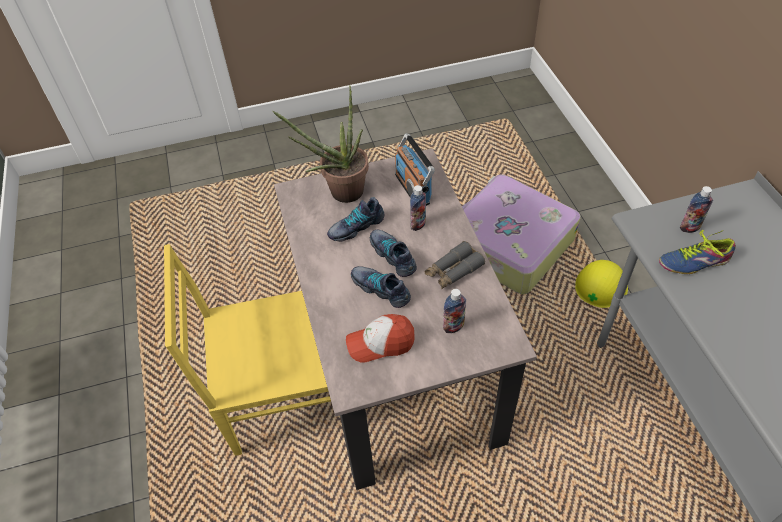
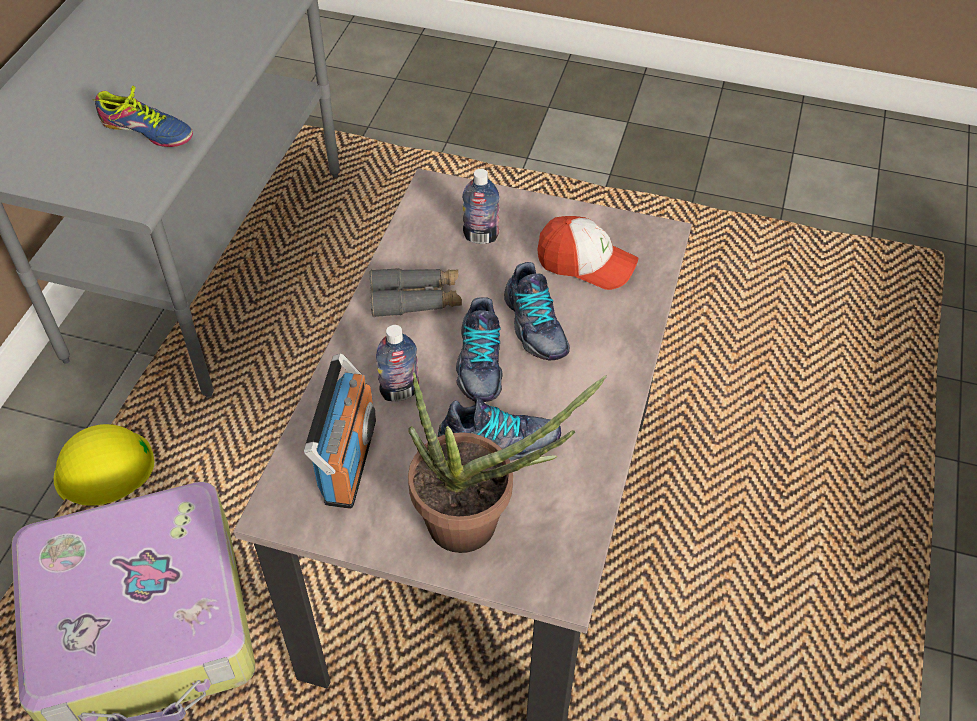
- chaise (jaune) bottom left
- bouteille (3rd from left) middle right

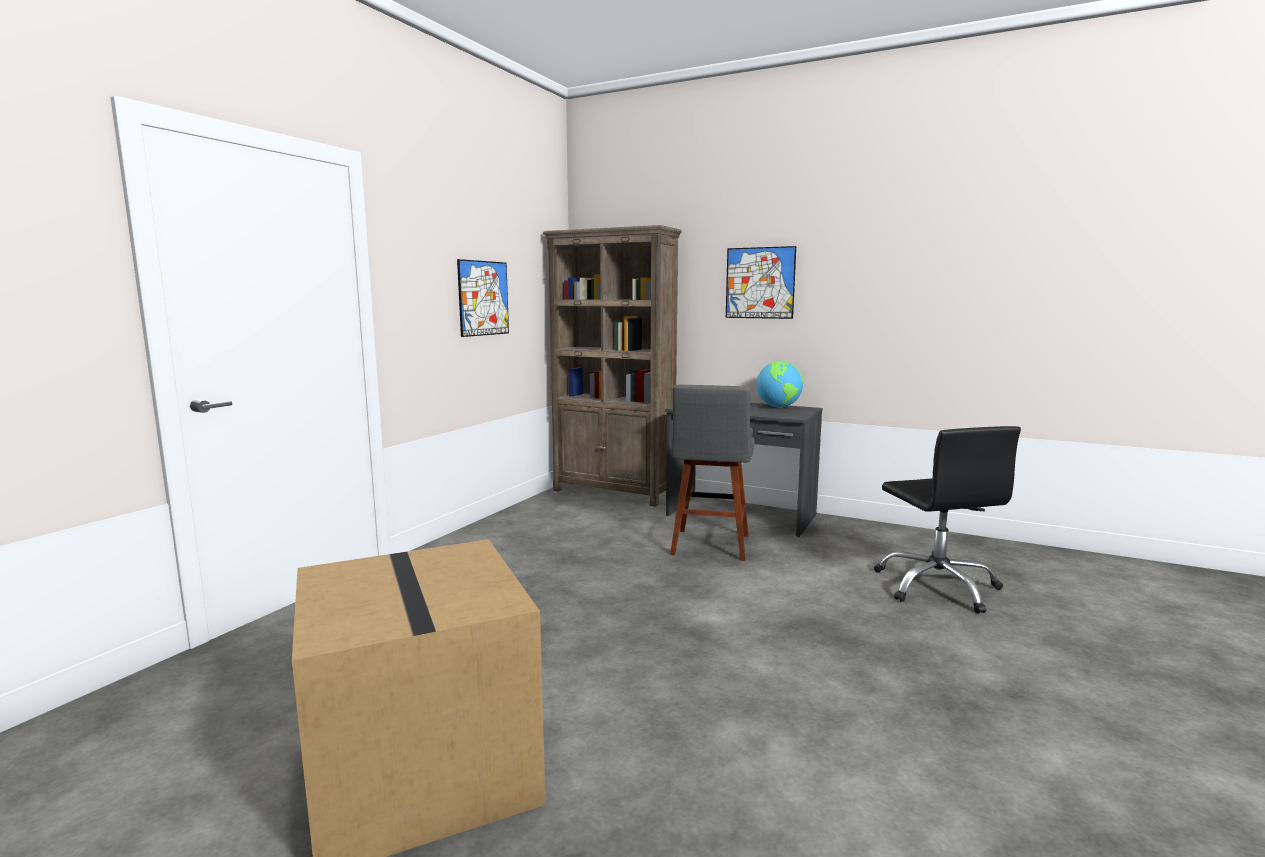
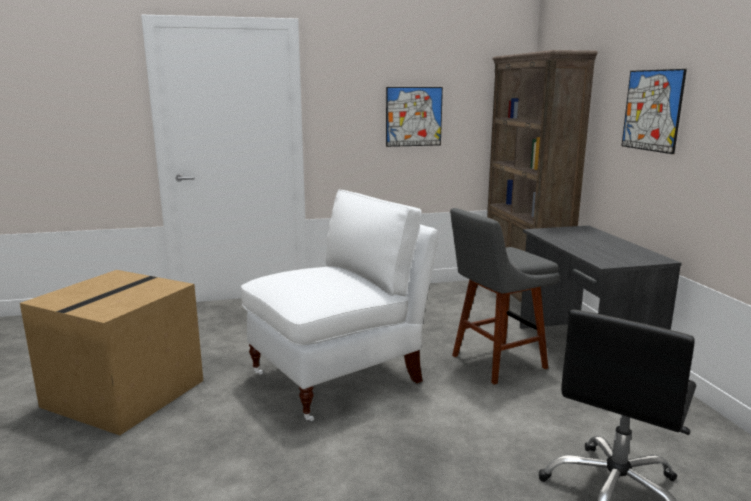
- globe centre
+ chaise (blanc) centre

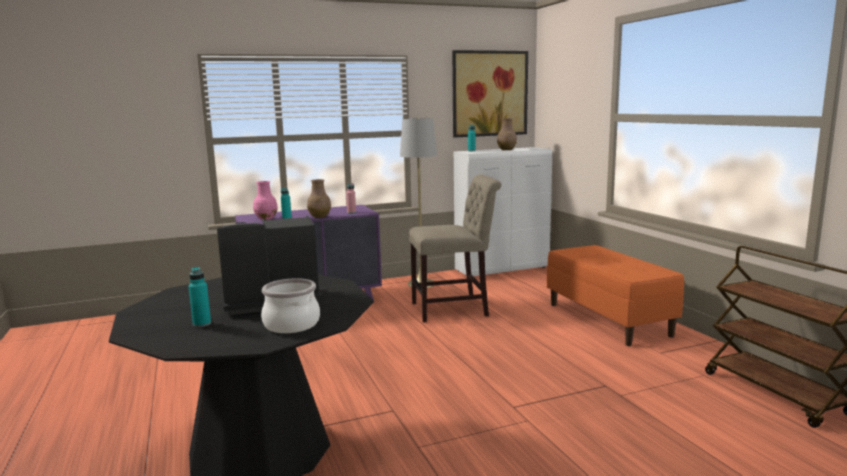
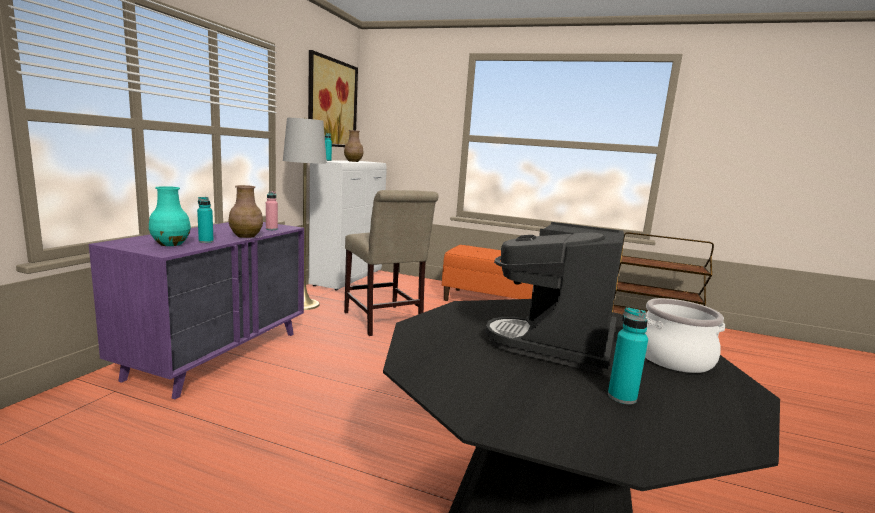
~ vase (rose) middle left to vase (turquoise) middle left
~ chaise (beige) centre = centre 120 degrees clockwise

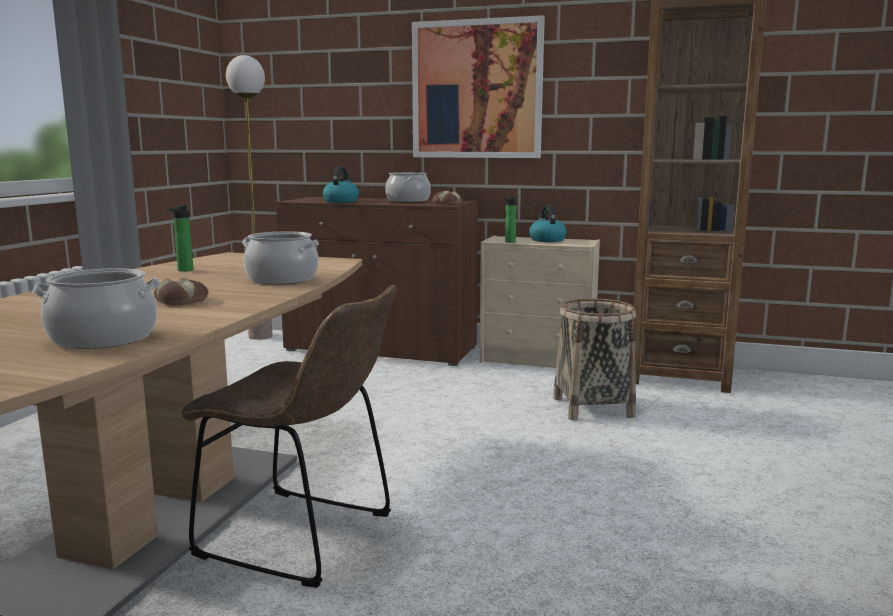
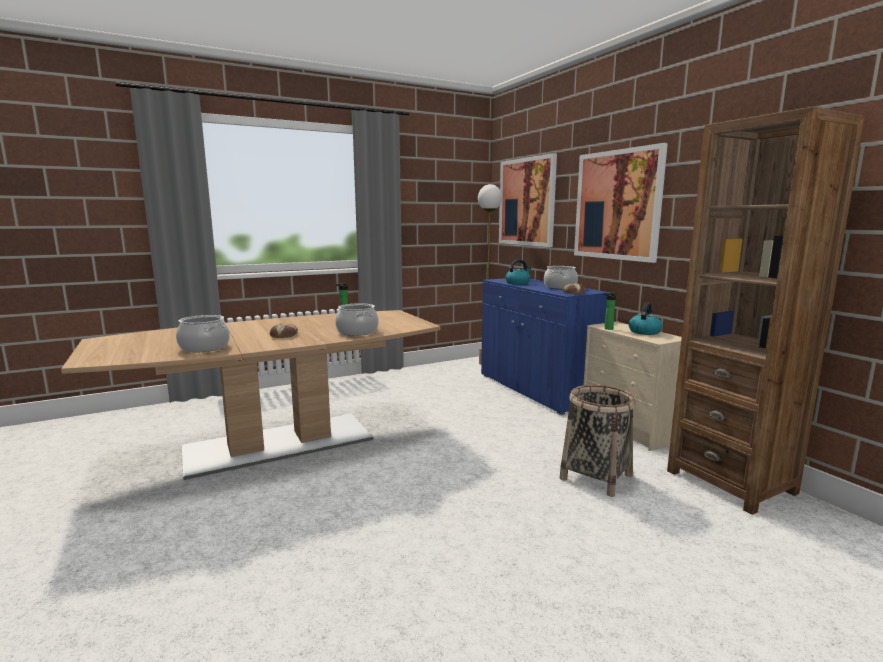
- chaise (marron) bottom left
~ meuble de rangement (marron) centre to meuble de rangement (bleu) centre
+ tableau (1st from left) top centre

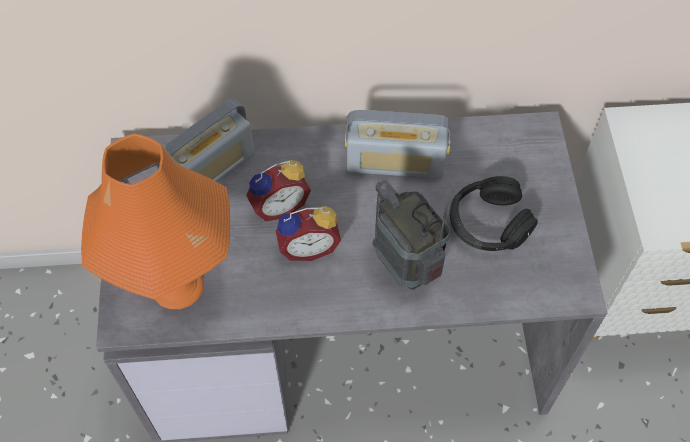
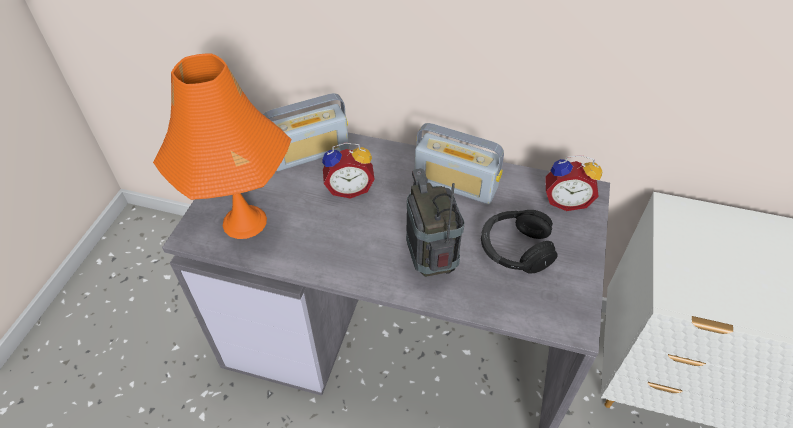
~ réveil (2nd from left) centre to middle right

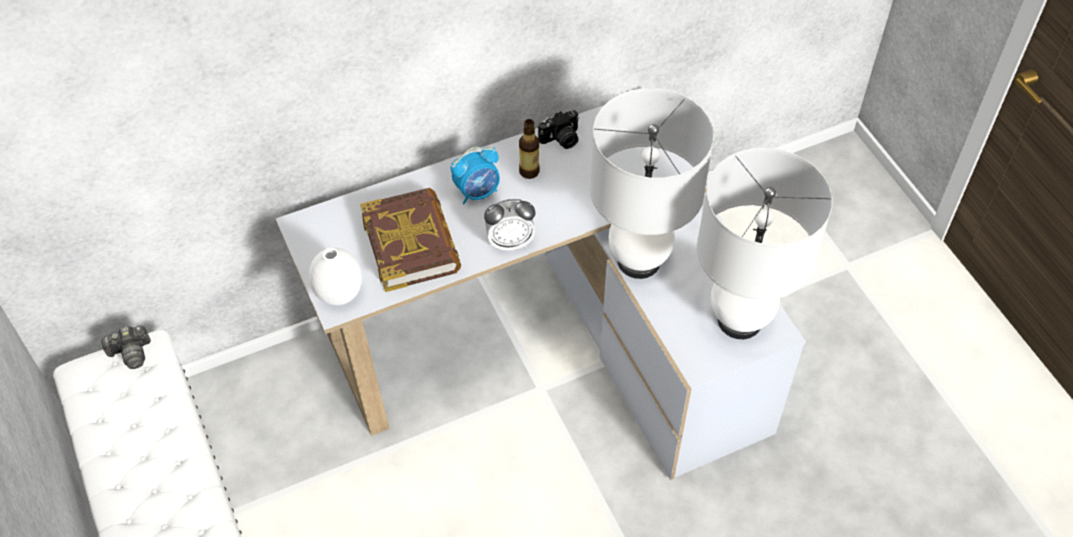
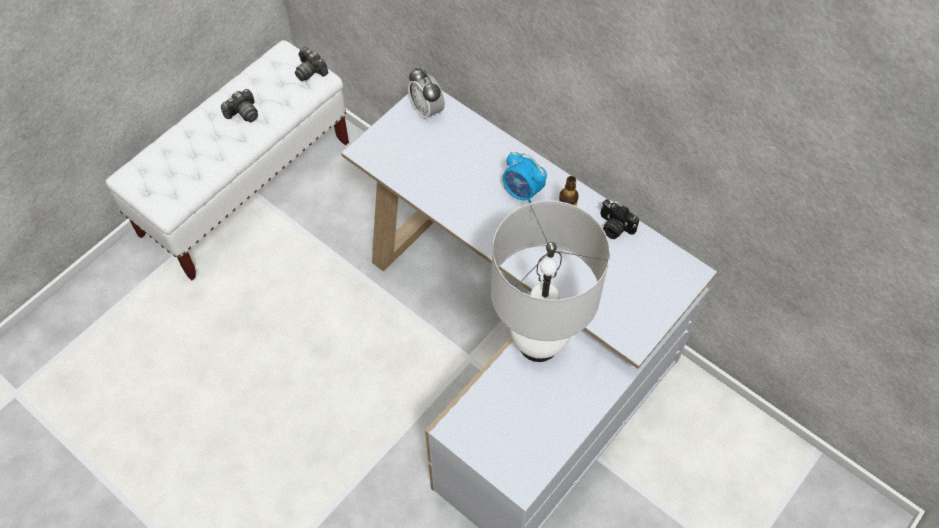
- vase (blanc) middle left
- livre centre
~ réveil (2nd from left in the first image) centre to réveil (1st from left) top centre
- lampe de table (blanc) (2nd from left) middle right
+ appareil photo (1st from left) top left

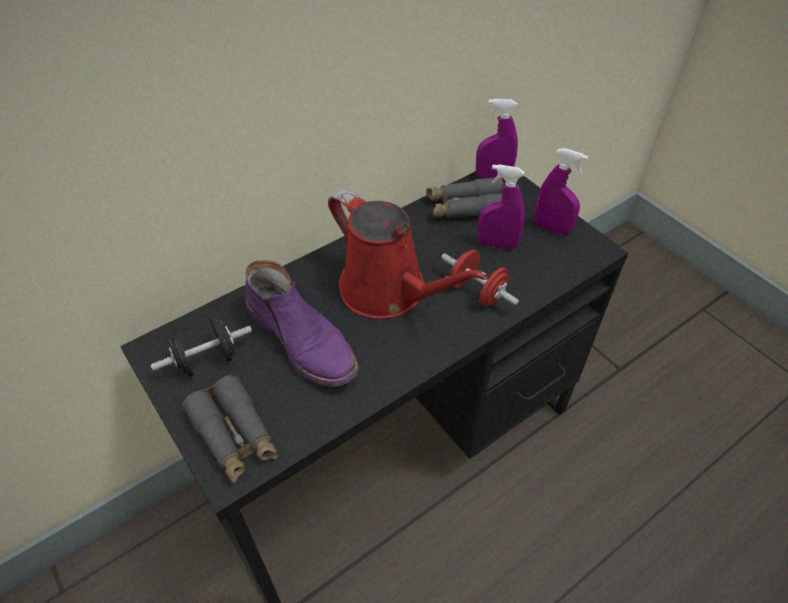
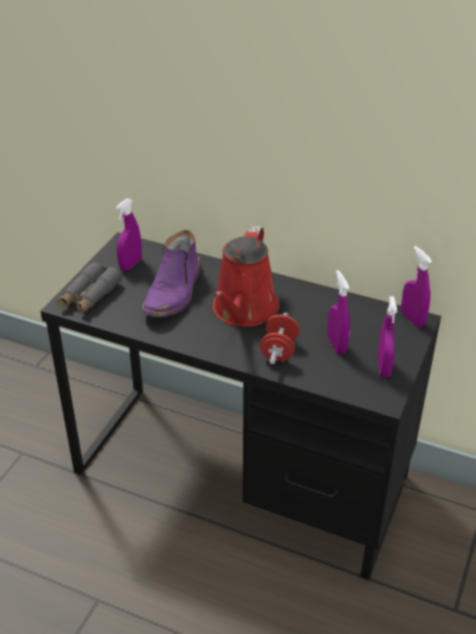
~ haltère (noir) middle left to vaporisateur (violet) (1st from left) middle left
- jumelles (gris) (2nd from left) top centre

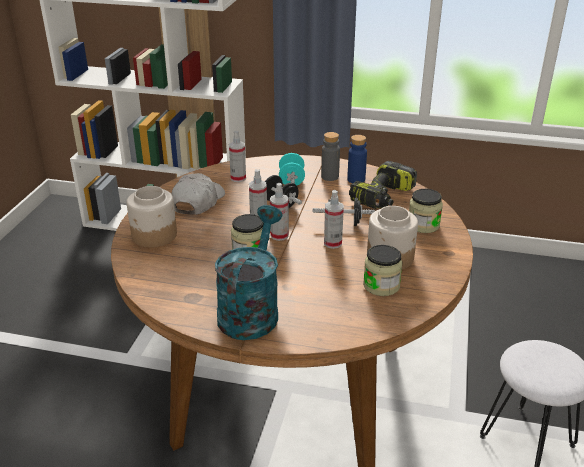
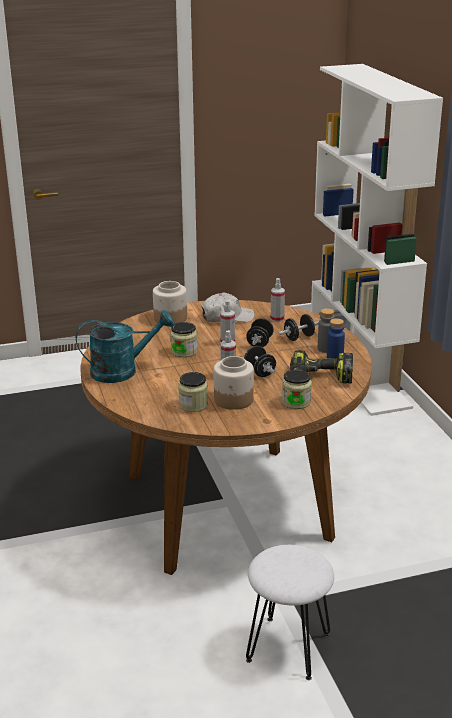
- vaporisateur (3rd from left) centre
~ haltère (turquoise) centre to haltère (noir) (3rd from left) centre

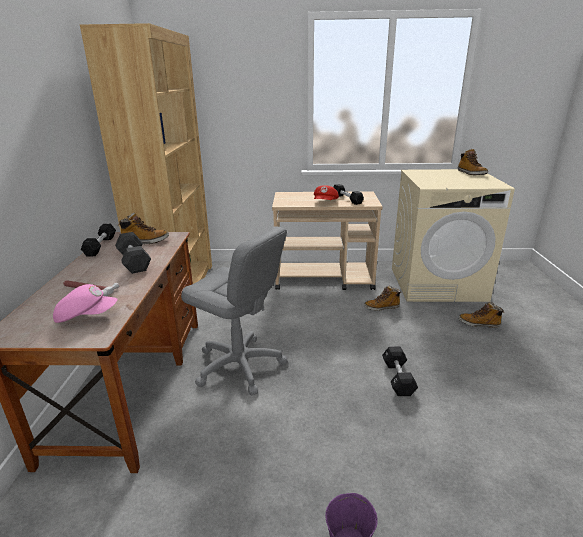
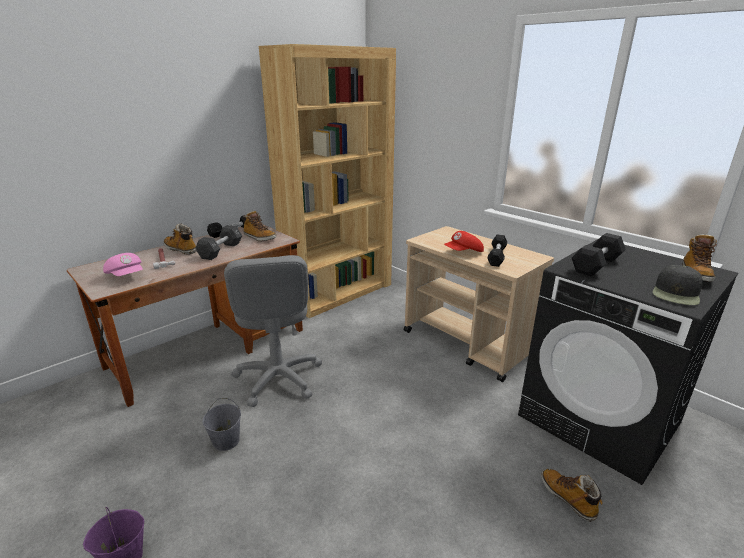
~ botte (2nd from left in the first image) centre to botte (1st from left) middle left
~ haltère (noir) (4th from left) bottom right to middle right
~ lave-linge (beige) middle right to lave-linge (noir) middle right
+ seau (gris) bottom left
+ casquette (noir) middle right

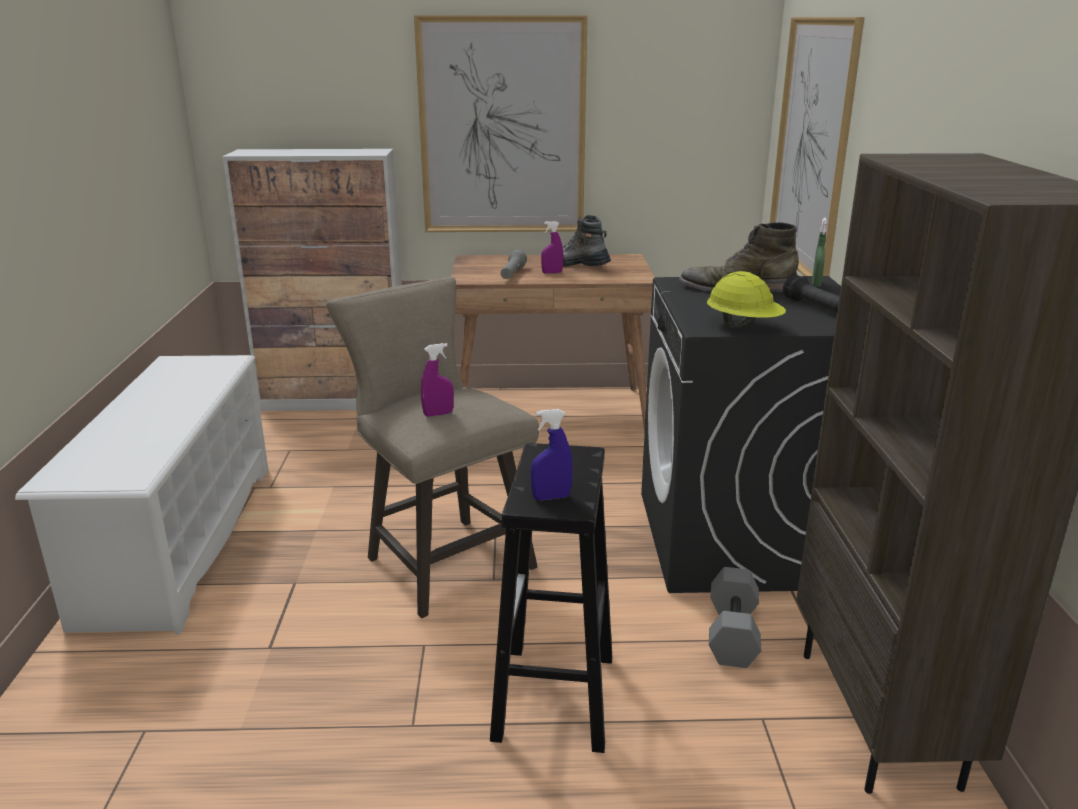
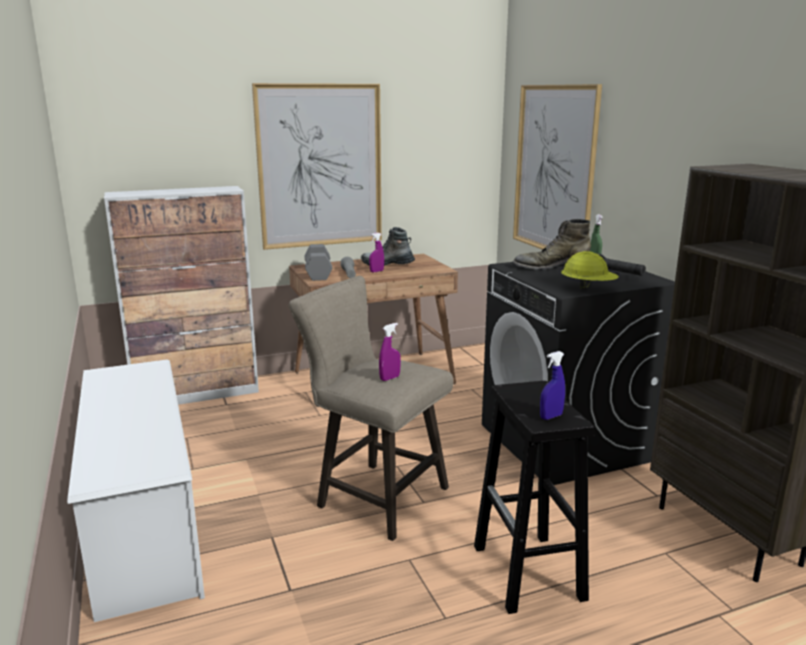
~ haltère (gris) bottom right to centre

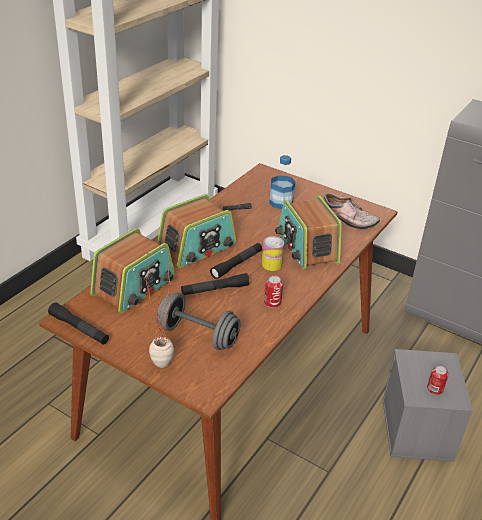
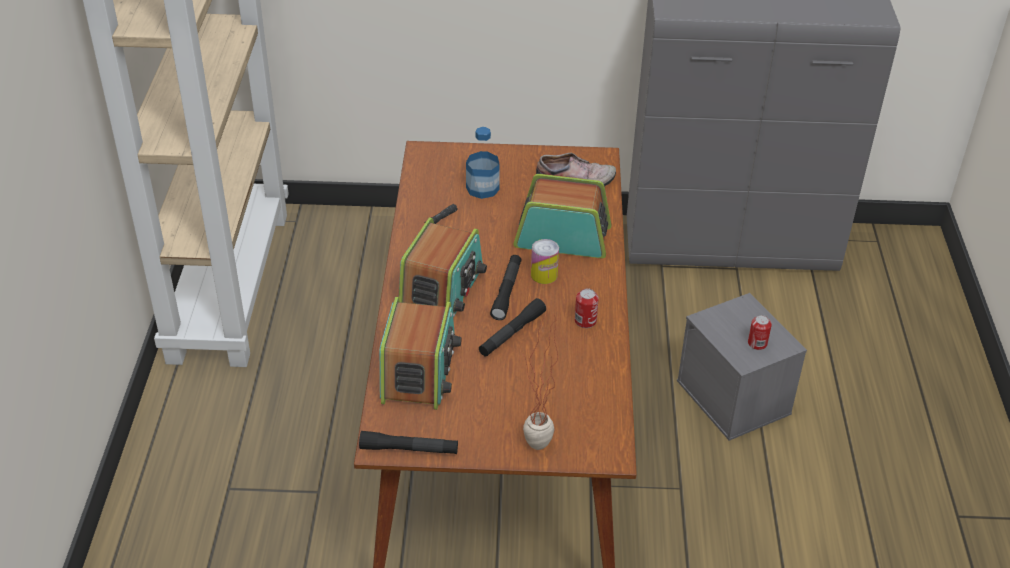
- haltère (gris) centre
~ radio (3rd from left) centre = centre 150 degrees clockwise

